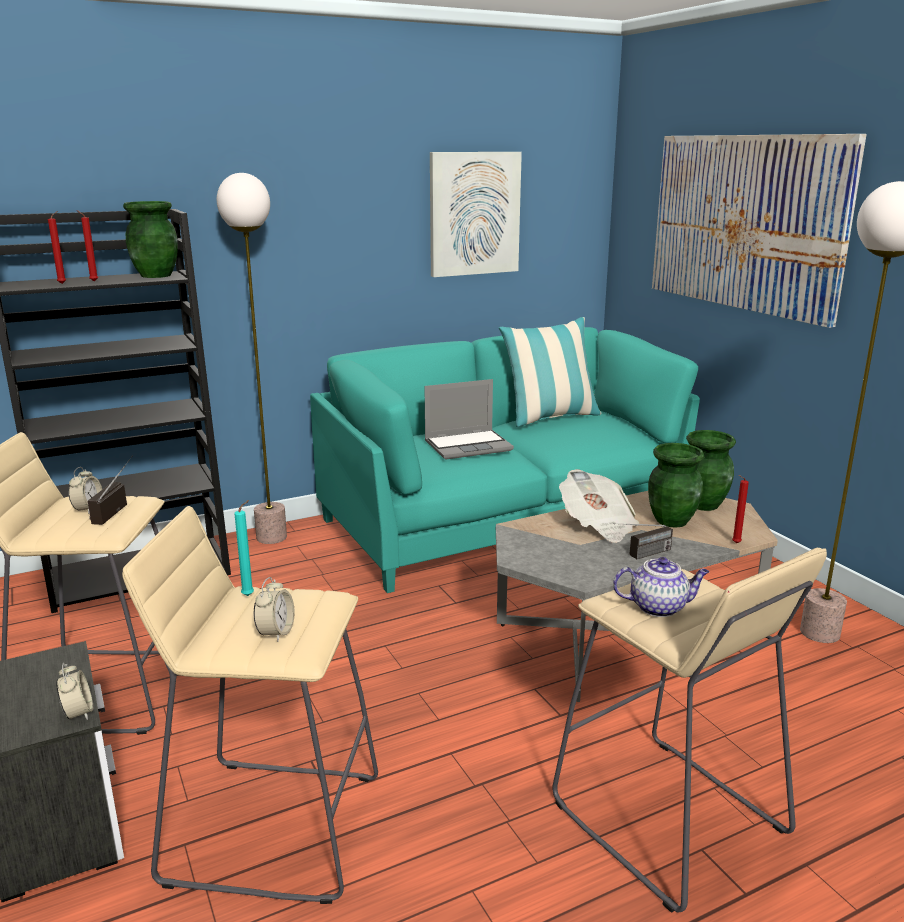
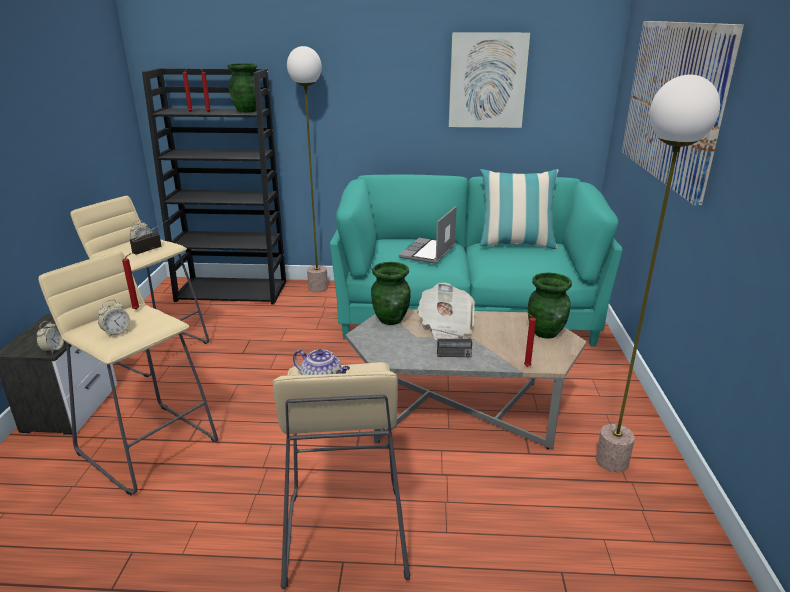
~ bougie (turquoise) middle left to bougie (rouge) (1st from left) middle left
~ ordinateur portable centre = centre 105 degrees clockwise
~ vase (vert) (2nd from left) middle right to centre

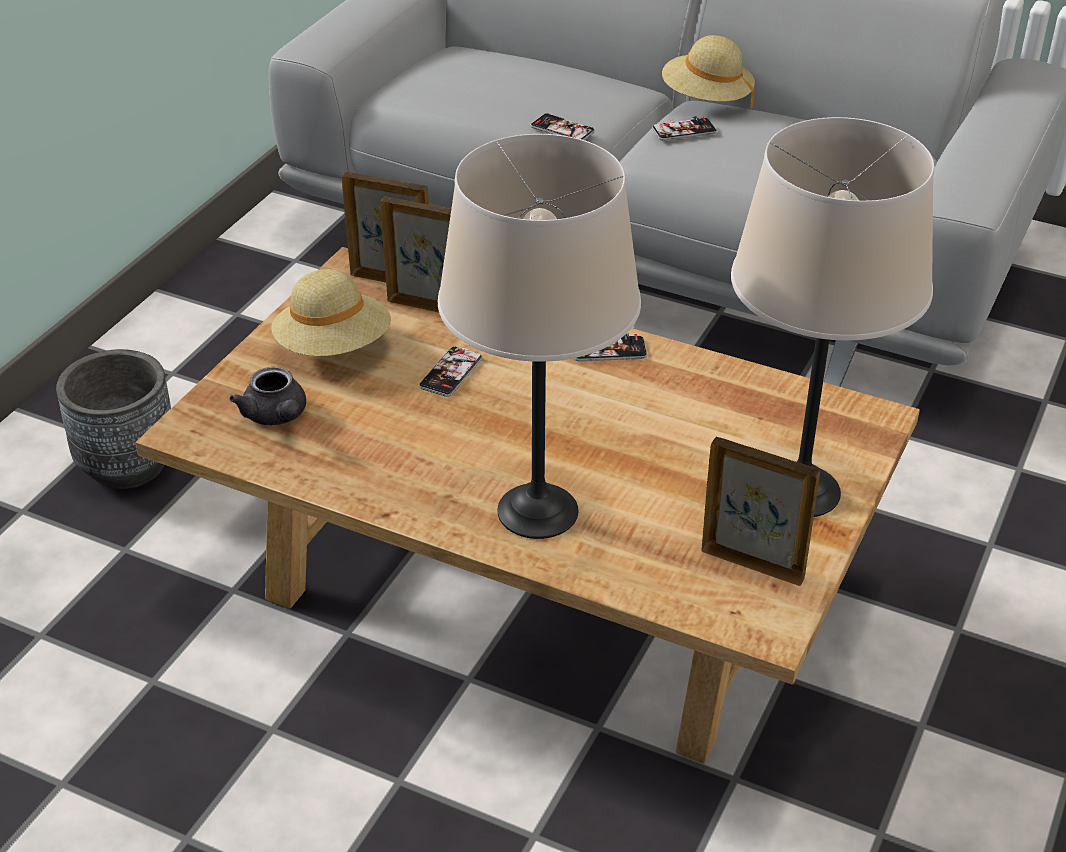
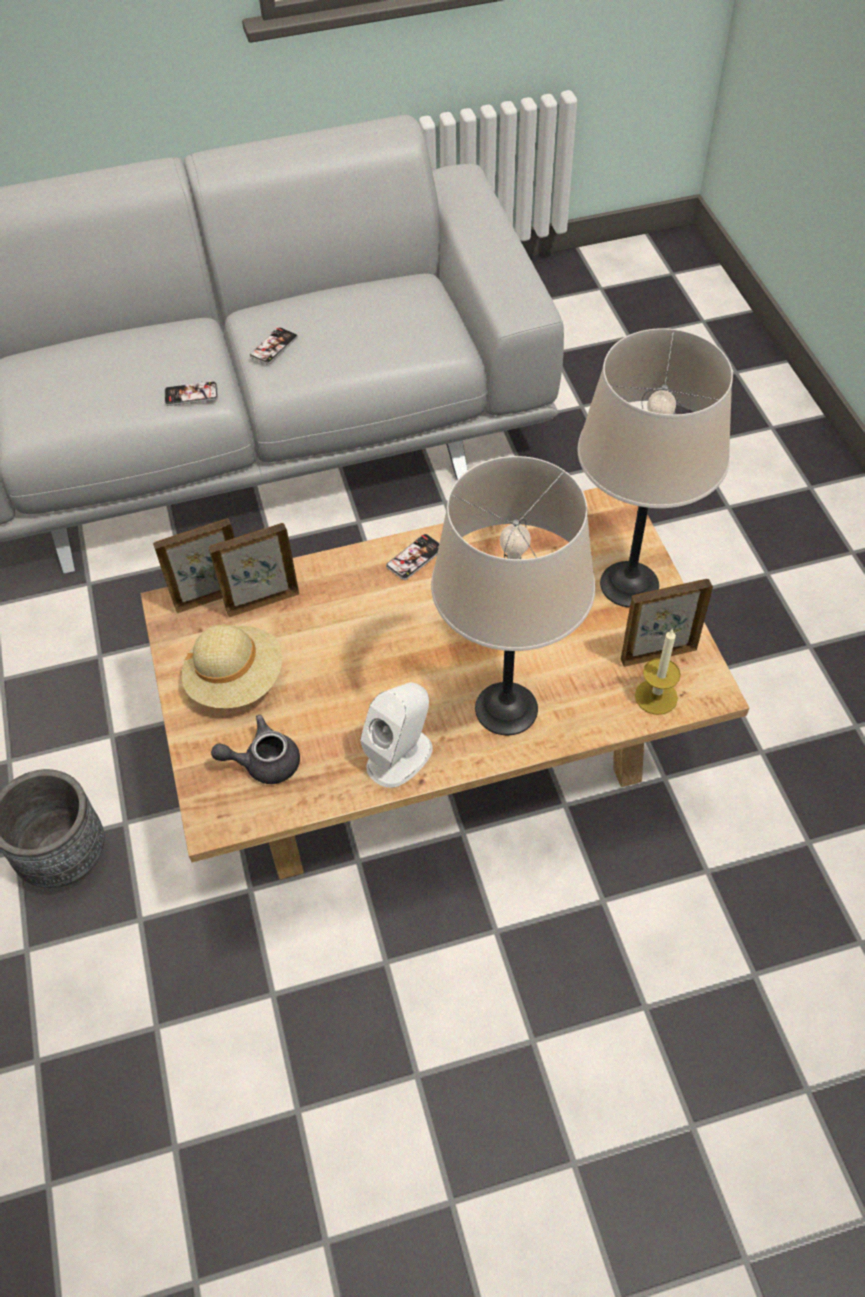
~ théière (gris) middle left = middle left 150 degrees clockwise
- téléphone (1st from left) centre
- chapeau (beige) (2nd from left) top centre
+ enceinte (blanc) centre
+ bougie middle right

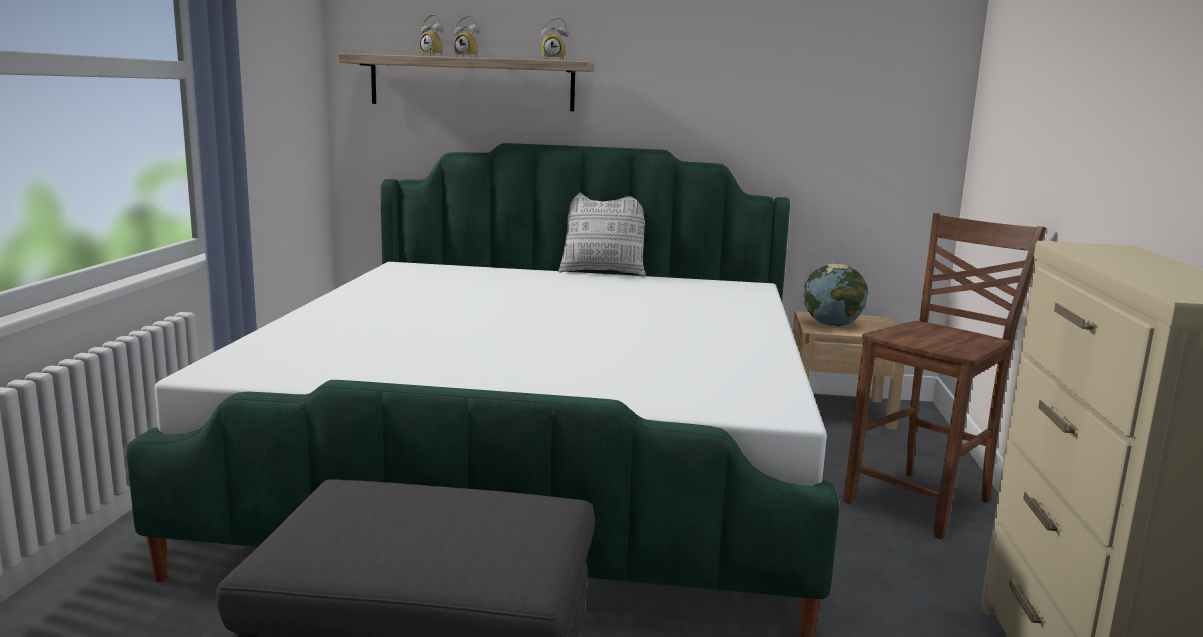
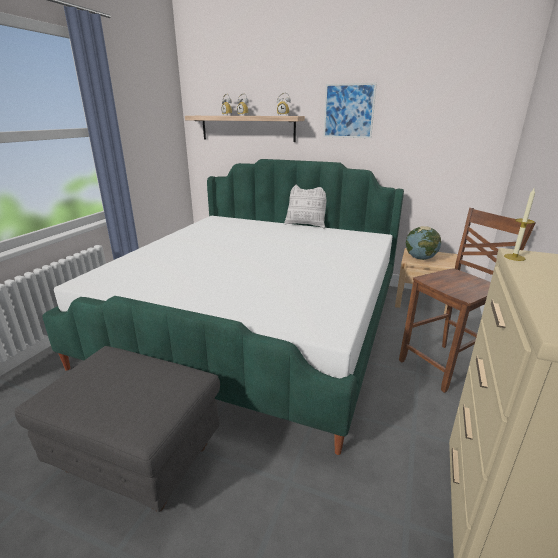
+ tableau top centre
+ bougie middle right

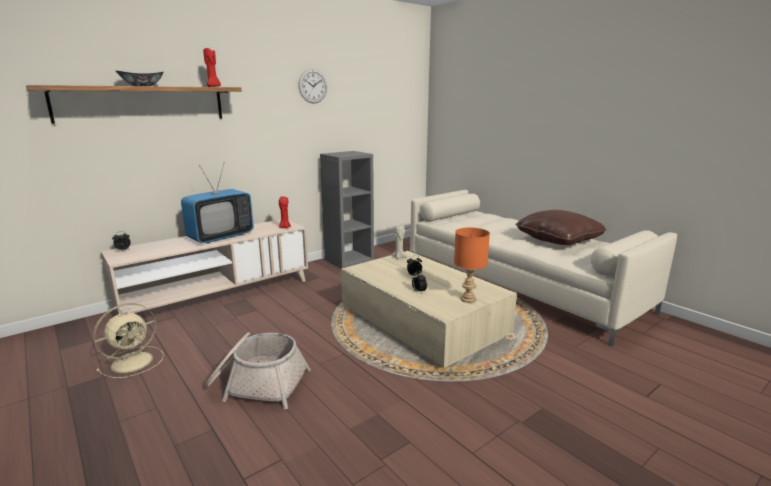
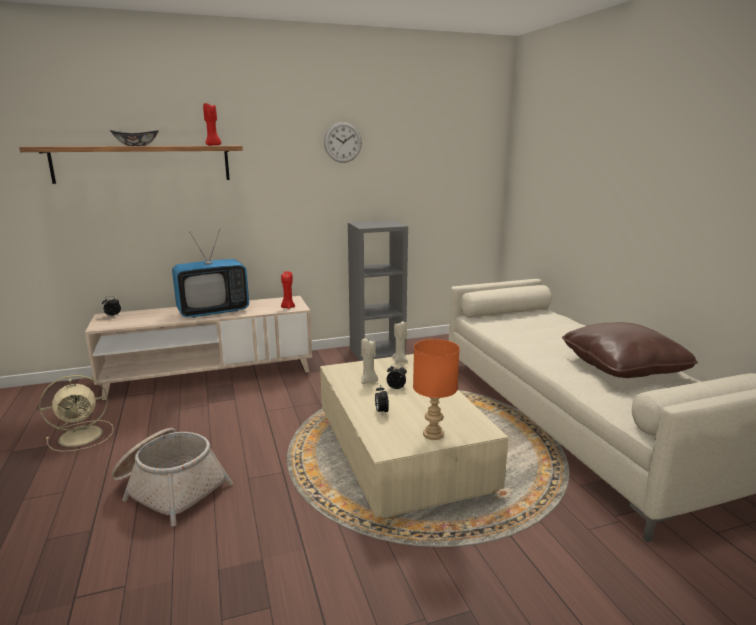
+ bougie (beige) (1st from left) centre

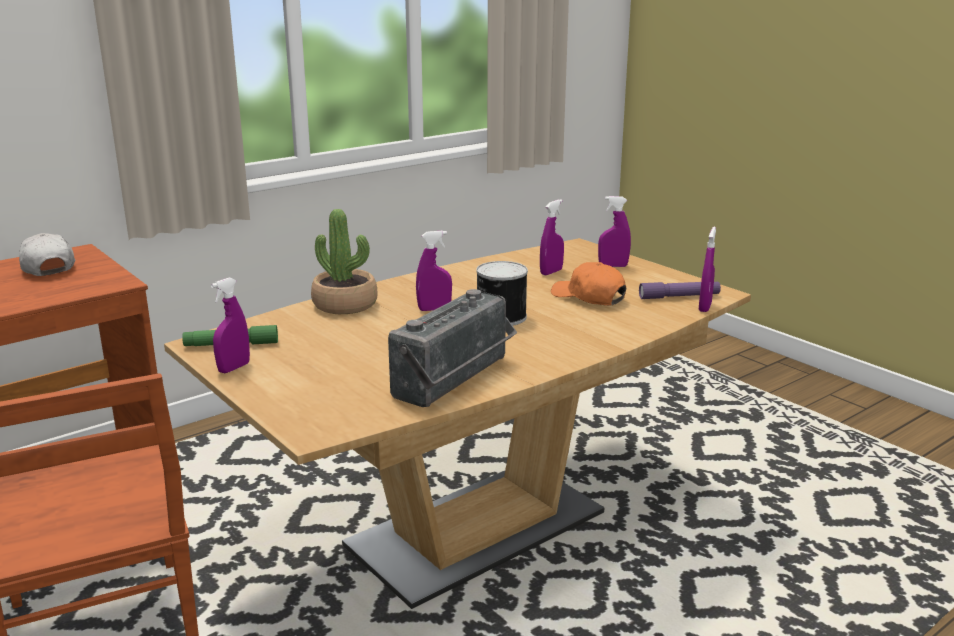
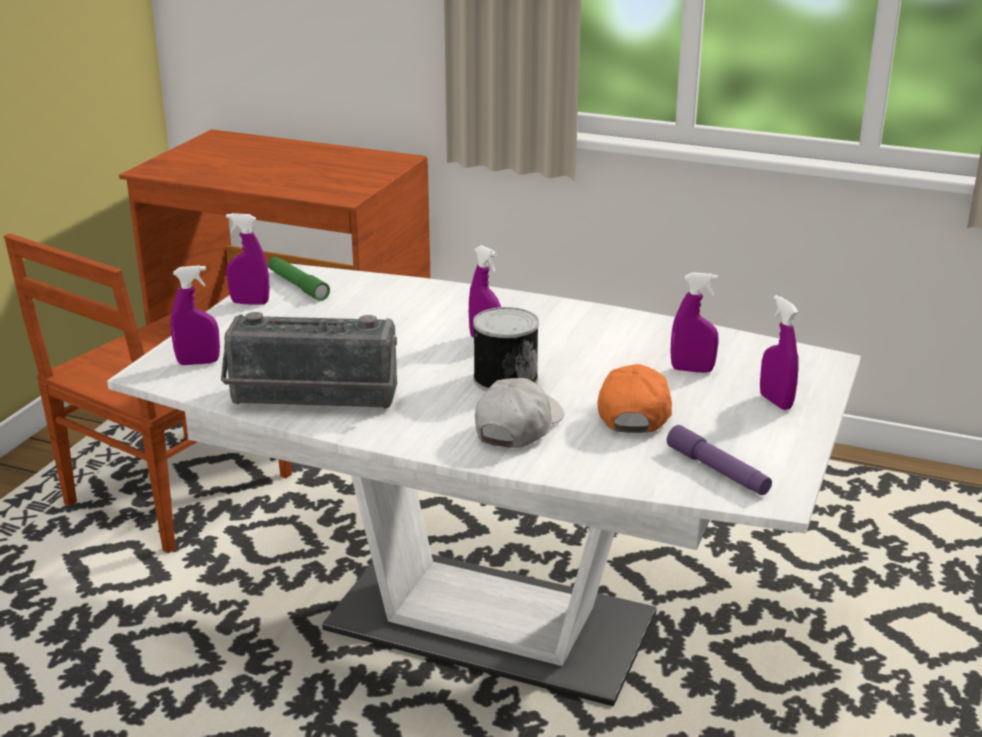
~ casquette (blanc) middle left to centre
~ table à manger (marron) centre to table à manger (blanc) centre
- plante en pot centre
~ vaporisateur (violet) (5th from left in the first image) middle right to vaporisateur (violet) (1st from left) middle left

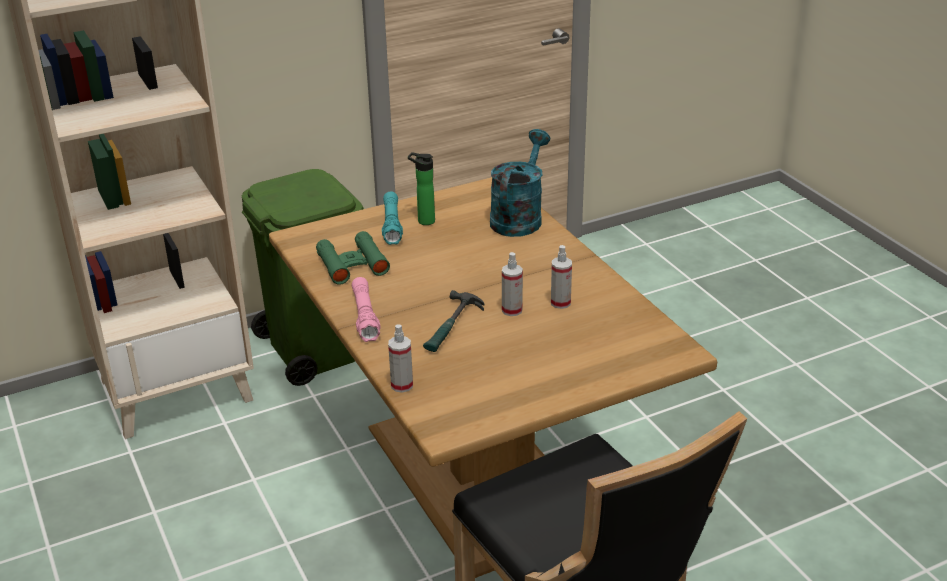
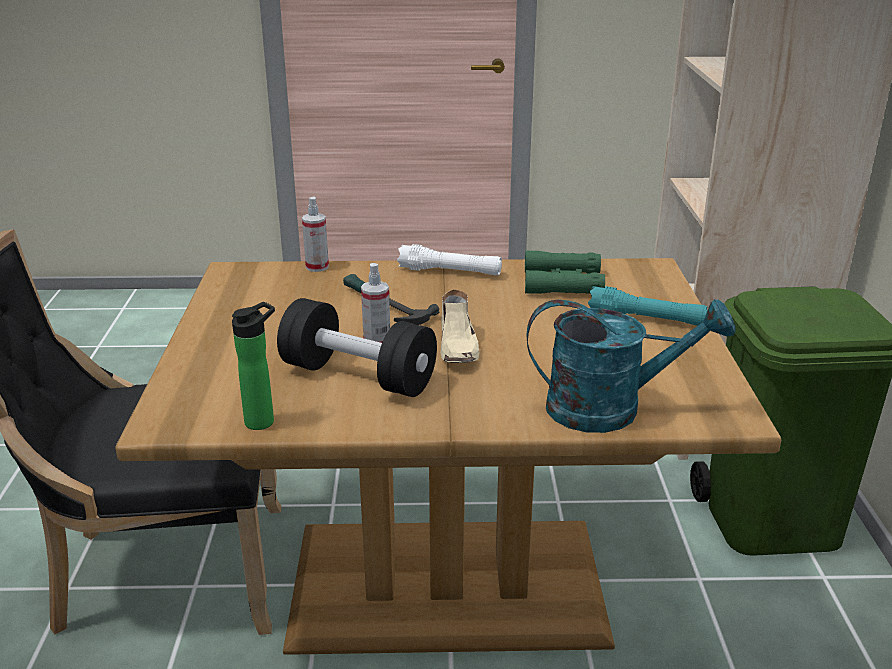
~ lampe de poche (rose) centre to lampe de poche (blanc) centre
~ bouteille top centre to middle left
~ arrosoir (turquoise) top centre = middle right 45 degrees counterclockwise
~ vaporisateur (3rd from left) centre to haltère (noir) centre
+ chaussure (beige) centre

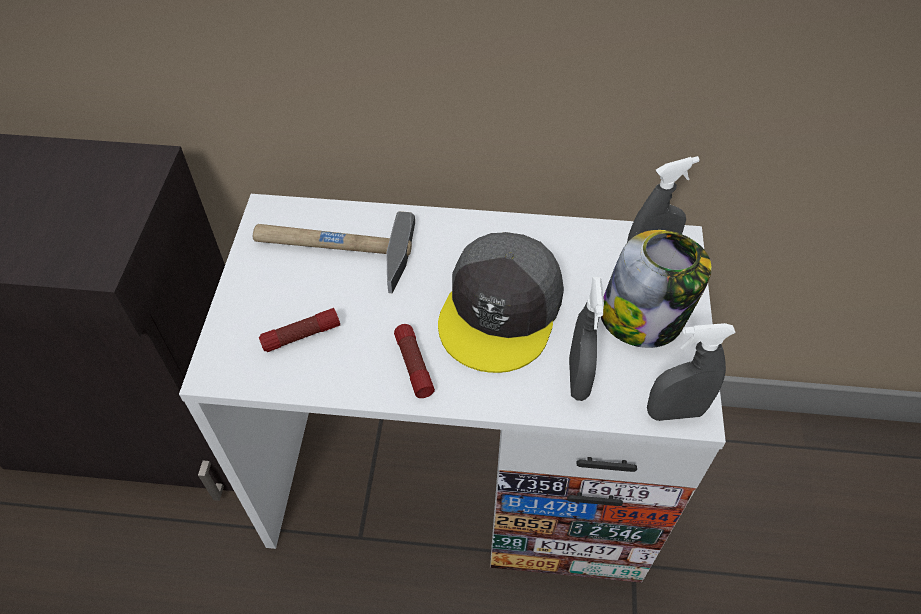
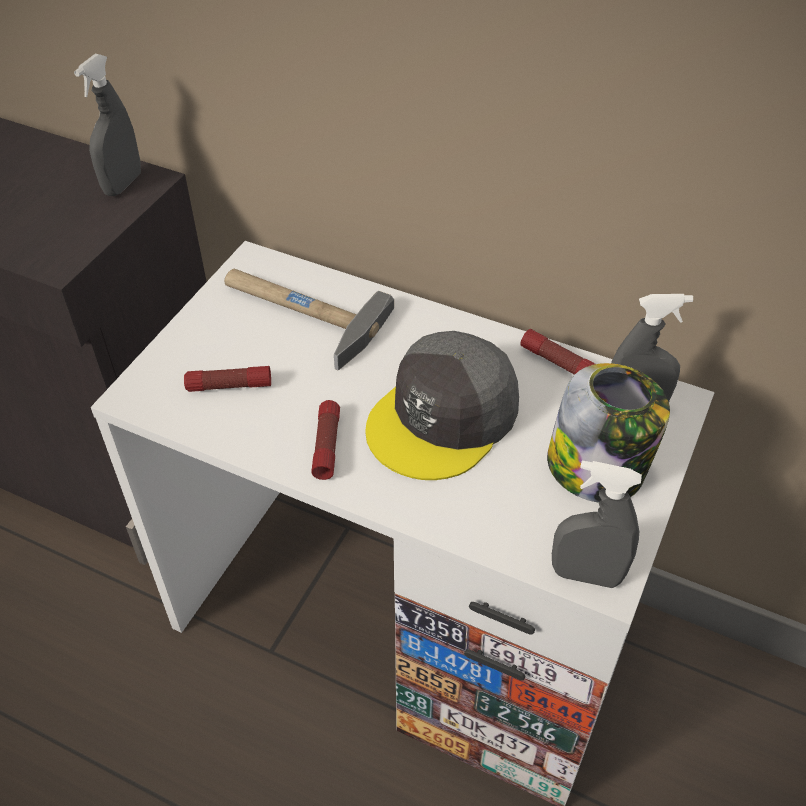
~ vaporisateur (gris) (1st from left) centre to top left
+ lampe de poche (3rd from left) middle right

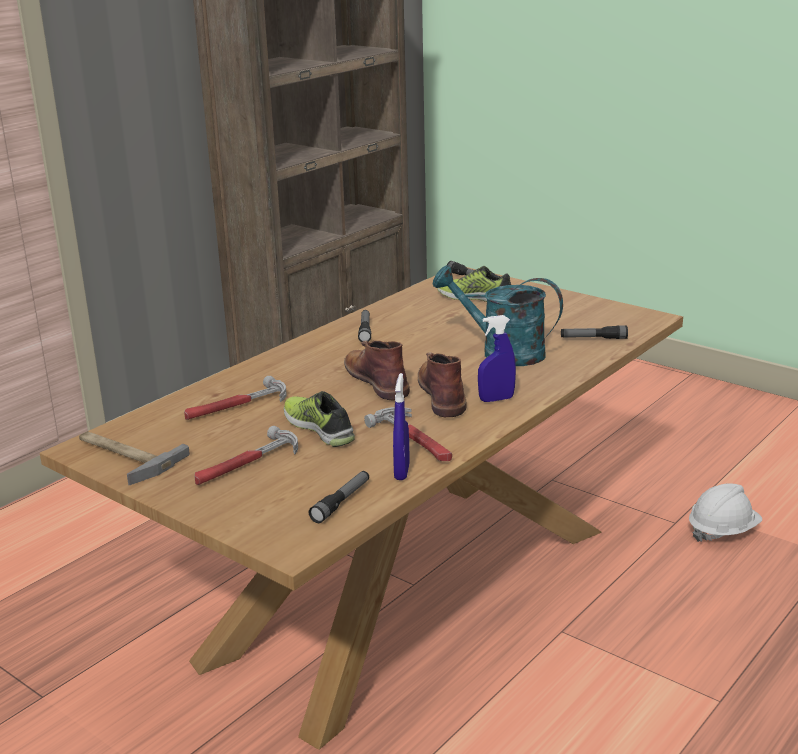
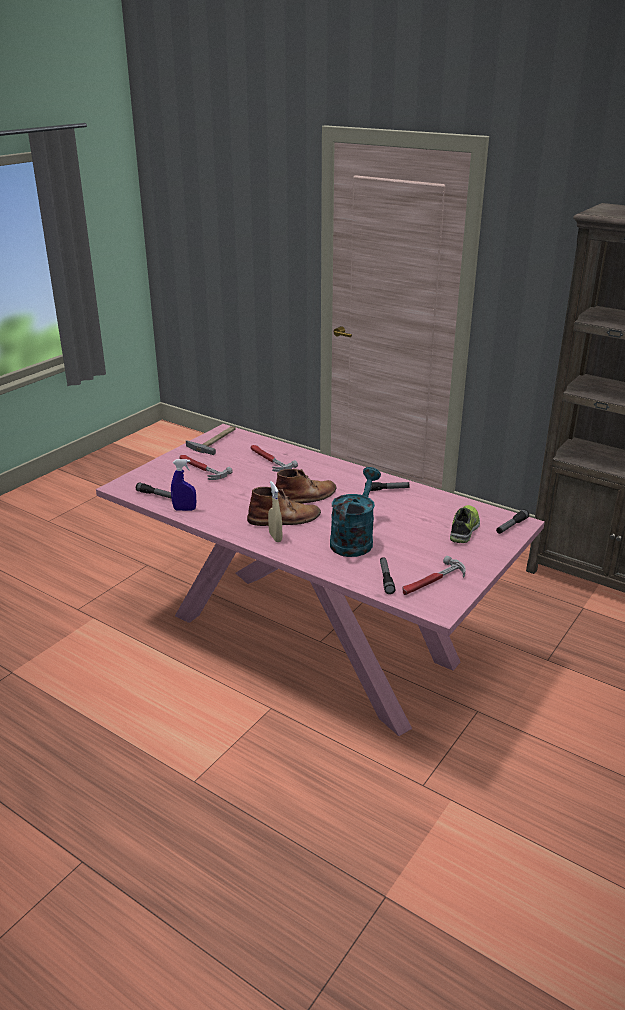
~ table à manger (marron) bottom centre to table à manger (rose) centre
- chaussure (1st from left) centre
~ marteau (4th from left) centre to middle right
~ vaporisateur (bleu) (2nd from left) centre to vaporisateur (beige) centre
- casque de chantier (blanc) bottom right

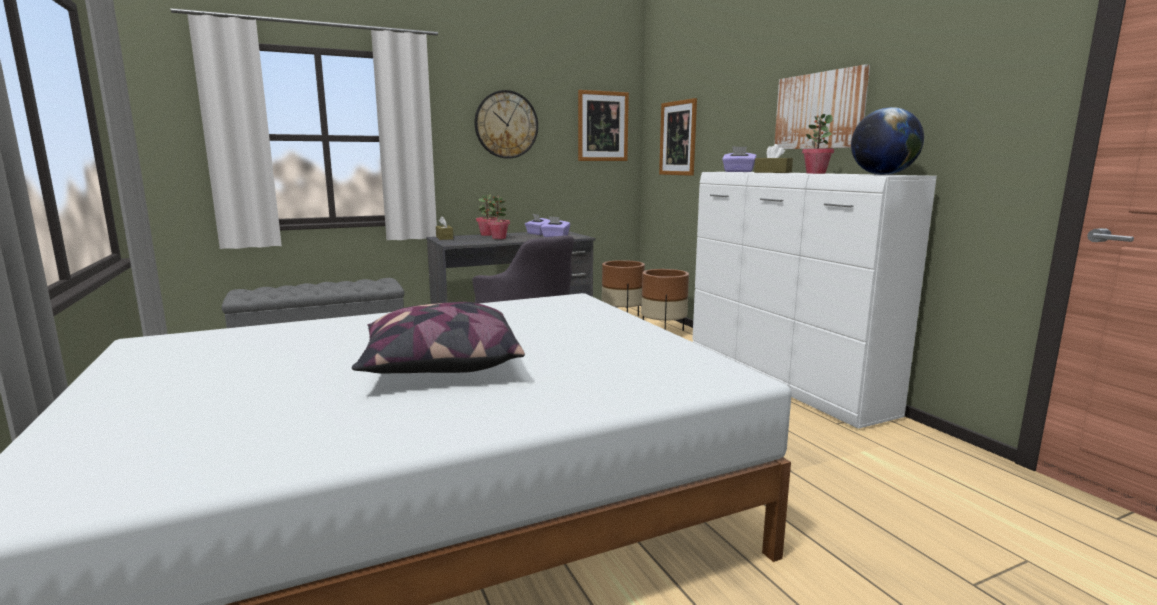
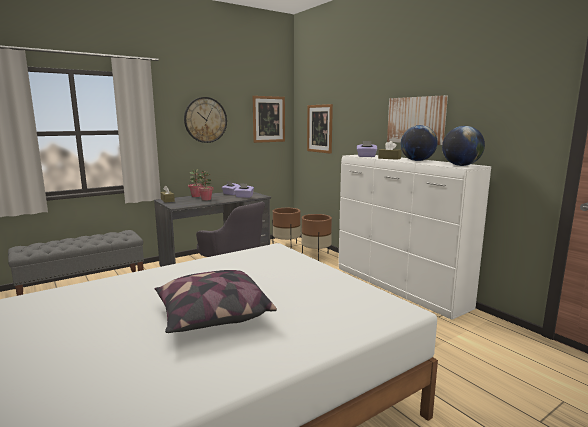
~ plante en pot (3rd from left) top right to globe (1st from left) middle right

